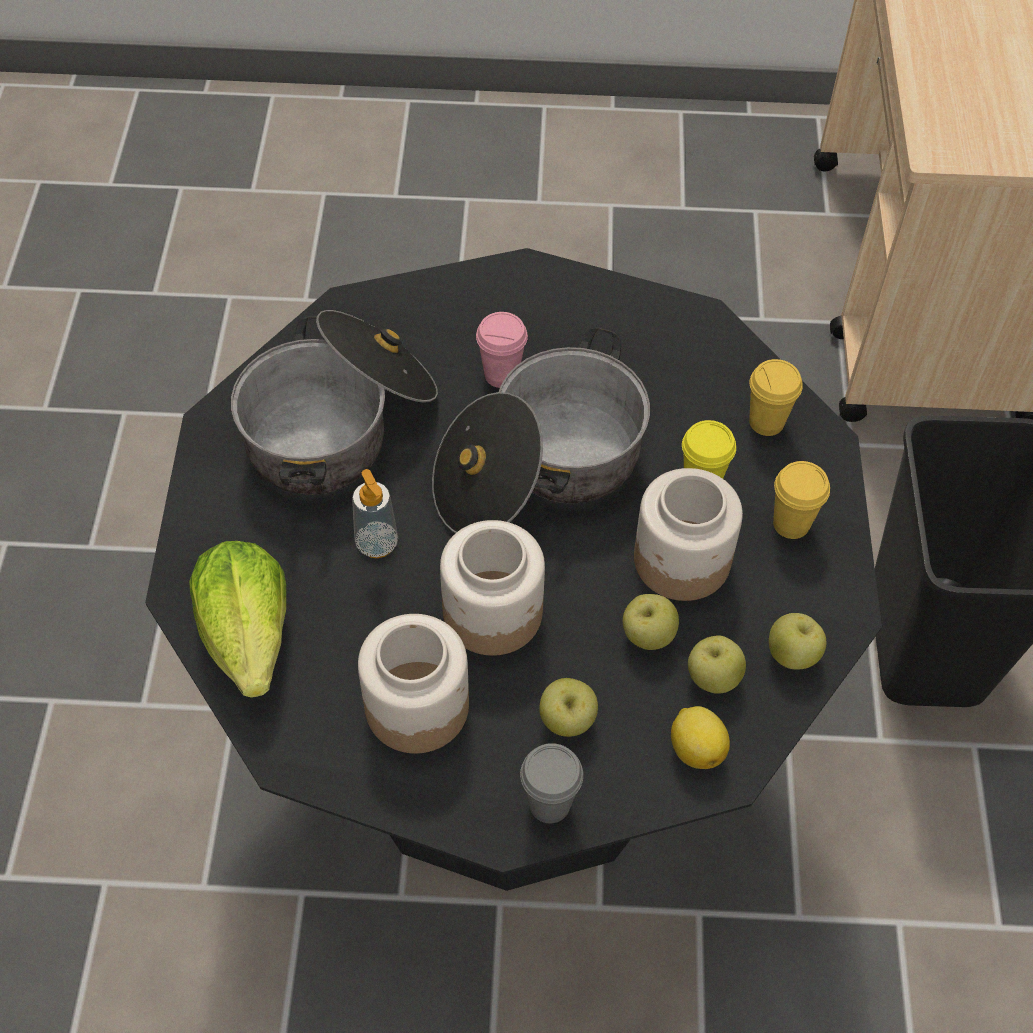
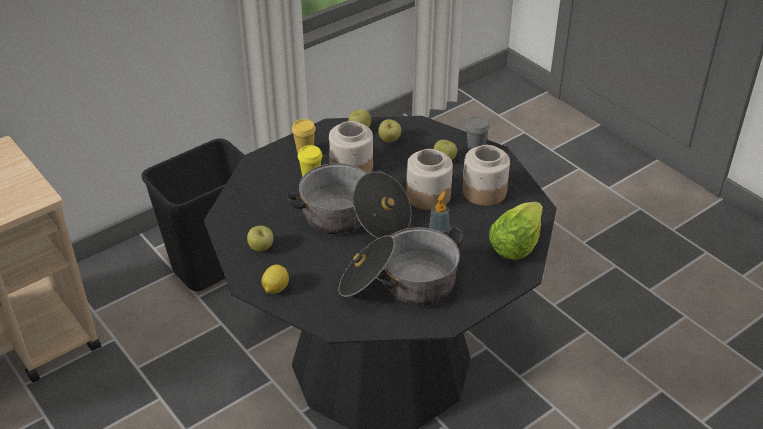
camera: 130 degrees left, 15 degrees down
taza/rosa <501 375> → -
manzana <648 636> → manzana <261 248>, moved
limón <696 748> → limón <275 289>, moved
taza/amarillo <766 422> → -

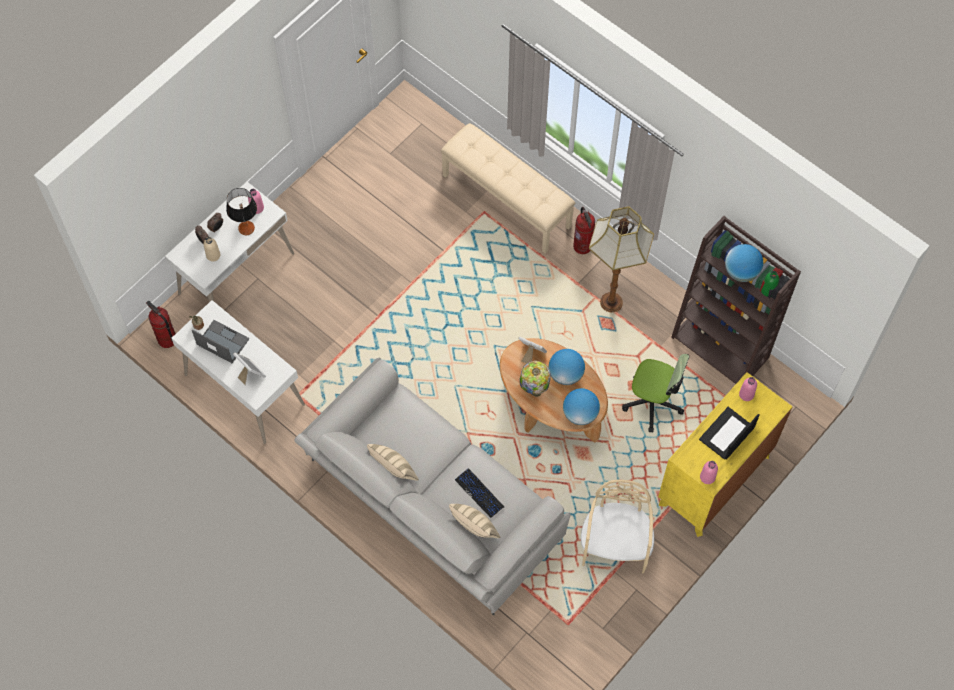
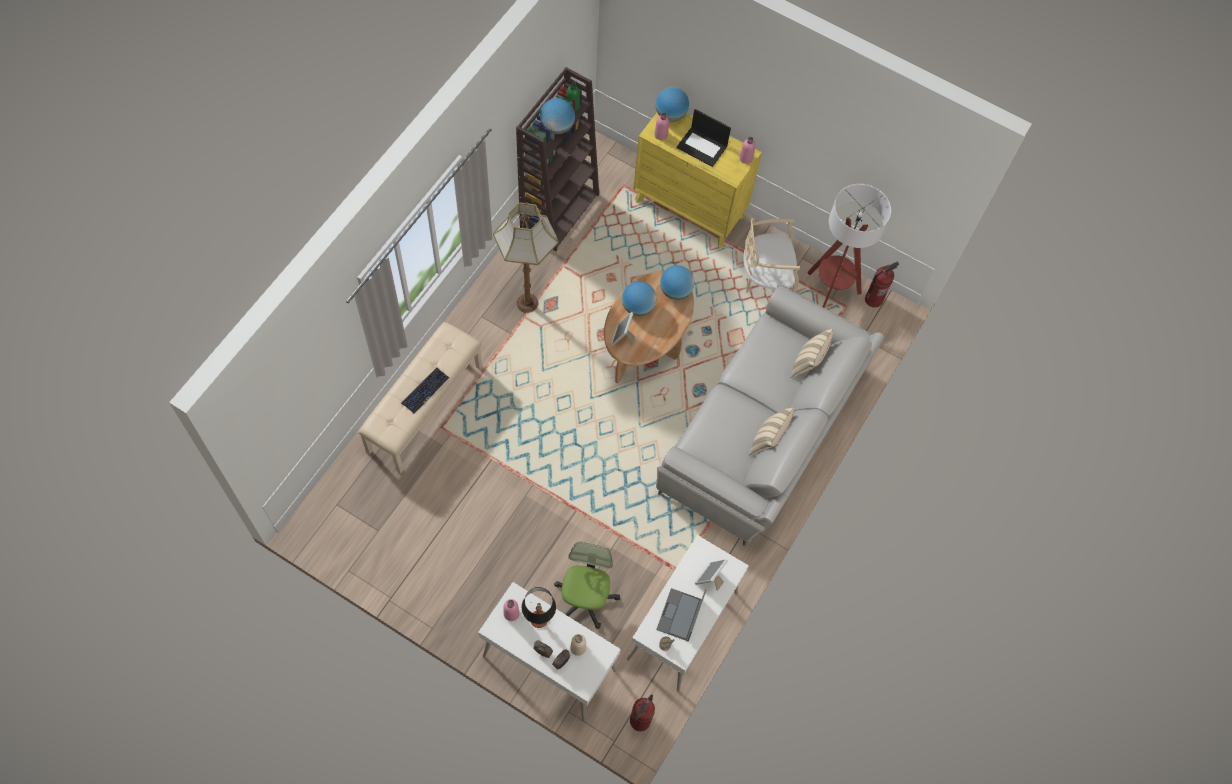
camera: 105 degrees left, 0 degrees up
teclado <479 493> → teclado <425 390>, moved
lámpara de mesa <534 390> → -
extintor <582 246> → extintor <873 300>, moved
silla de oficina <652 402> → silla de oficina <585 599>, moved
- → globo terráqueo <670 114>
- → lámpara de pie <828 295>

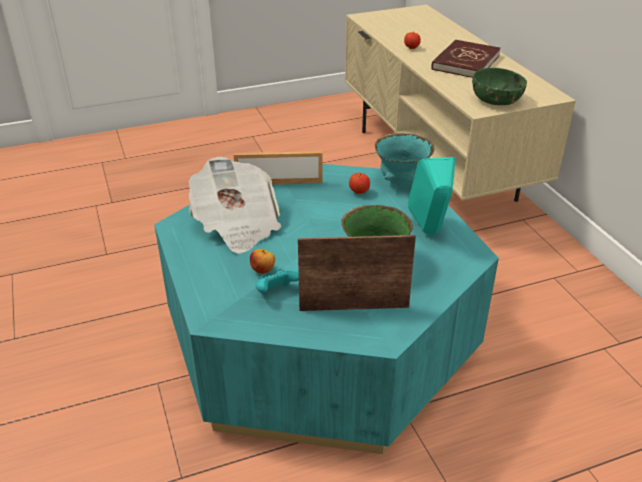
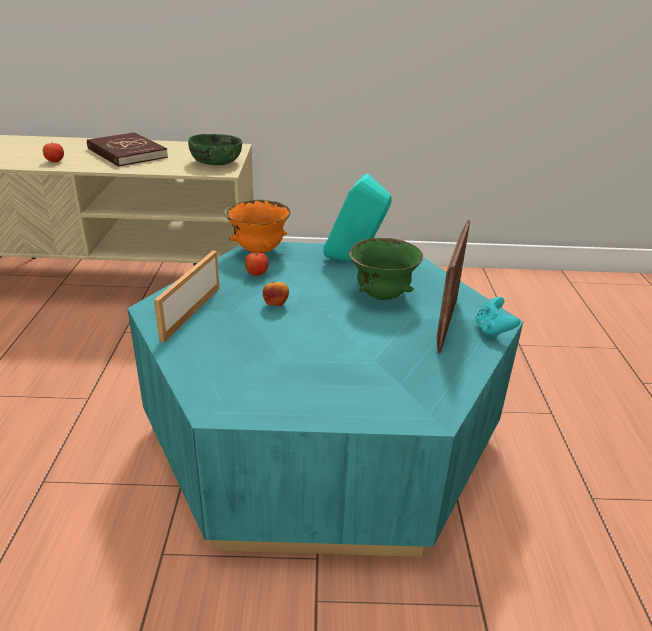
camera: 70 degrees left, 5 degrees down
periódico <236 225> → -
manzana <263 271> → manzana <276 305>, moved
mando de consola/turquesa <276 292> → mando de consola/turquesa <492 331>, moved
cuenco/turquesa <401 181> → cuenco/naranja <259 251>

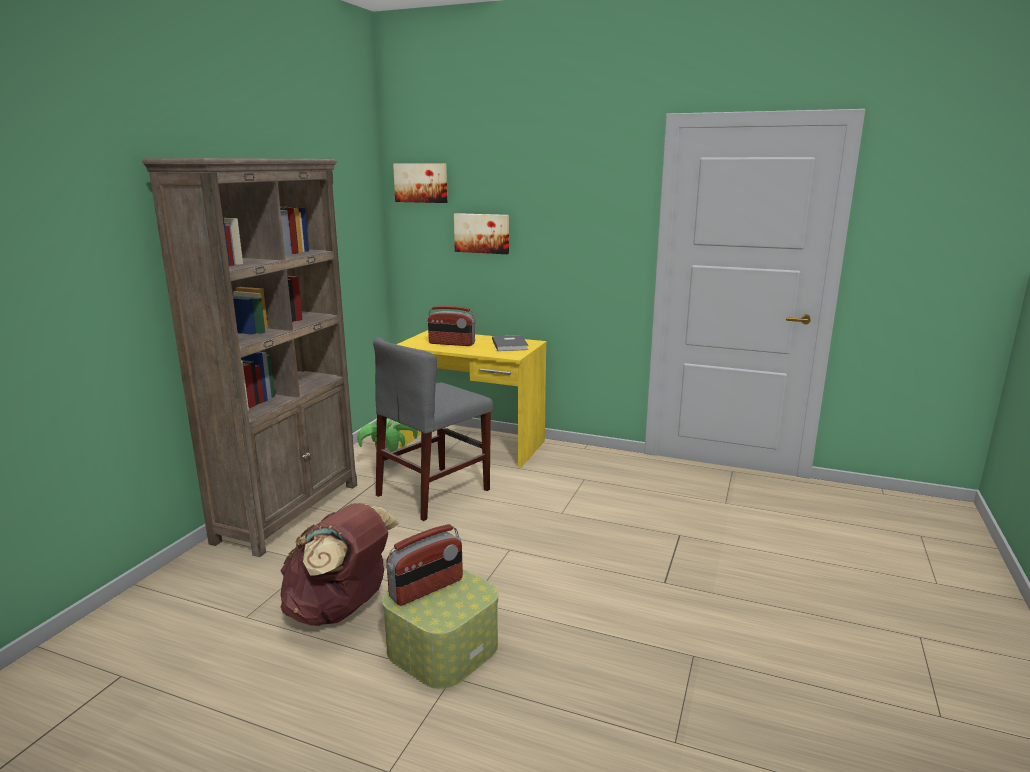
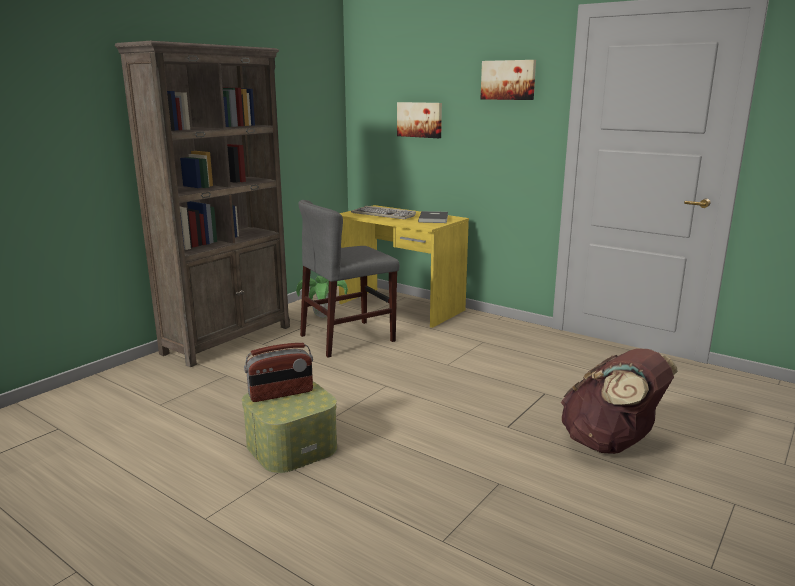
camera: 15 degrees right, 0 degrees up
mochila/marrón <340 610> → mochila/marrón <610 444>, moved
cuadro <421 183> → cuadro <508 80>, moved
radio <451 344> → teclado <384 215>

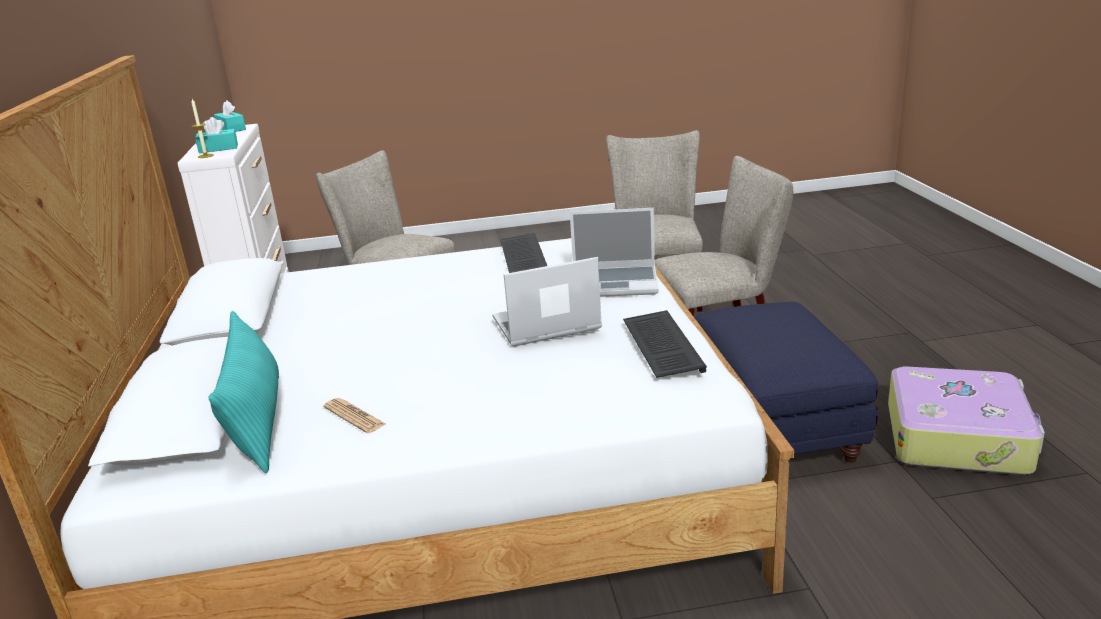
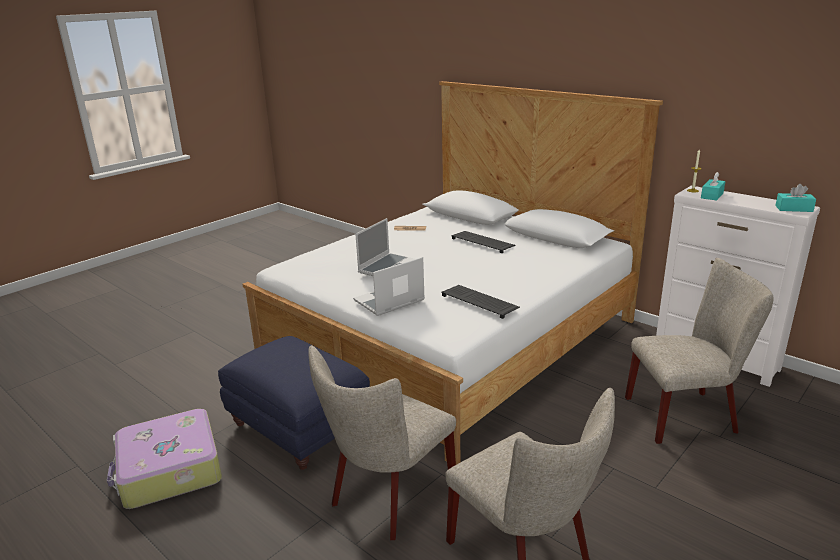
camera: 140 degrees right, 0 degrees up
cojín/turquesa <258 423> → -
teclado <660 345> → teclado <483 242>, moved

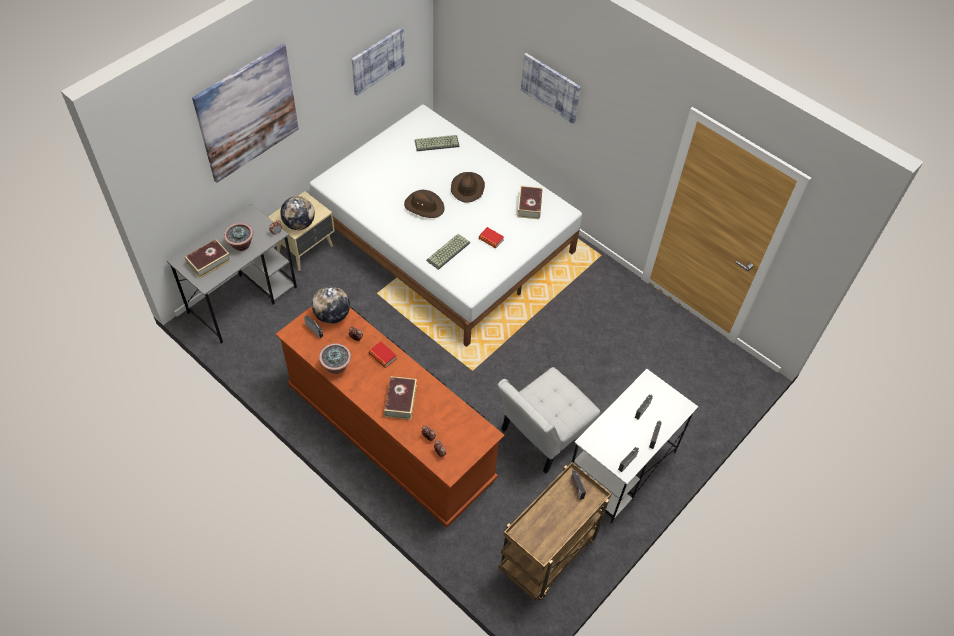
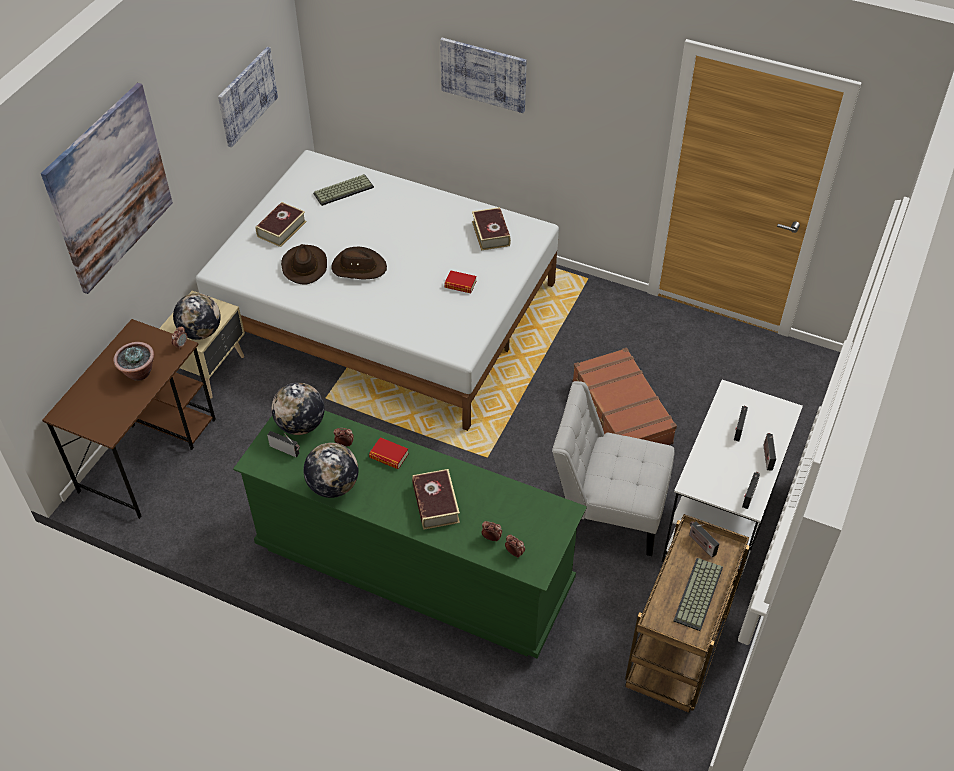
camera: 15 degrees left, 5 degrees down
escritorio/gris <243 299> → escritorio/marrón <149 454>
libro <209 262> → libro <281 229>, moved
cómoda/marrón <390 433> → cómoda/verde <414 565>
planta en maceta <336 366> → globo terráqueo <333 486>
teclado <448 252> → teclado <699 595>, moved
sombrero/marrón <467 188> → sombrero/marrón <304 266>, moved
silla/blanco <542 435> → silla/blanco <607 509>, 75 degrees clockwise
- → maleta/marrón <620 413>

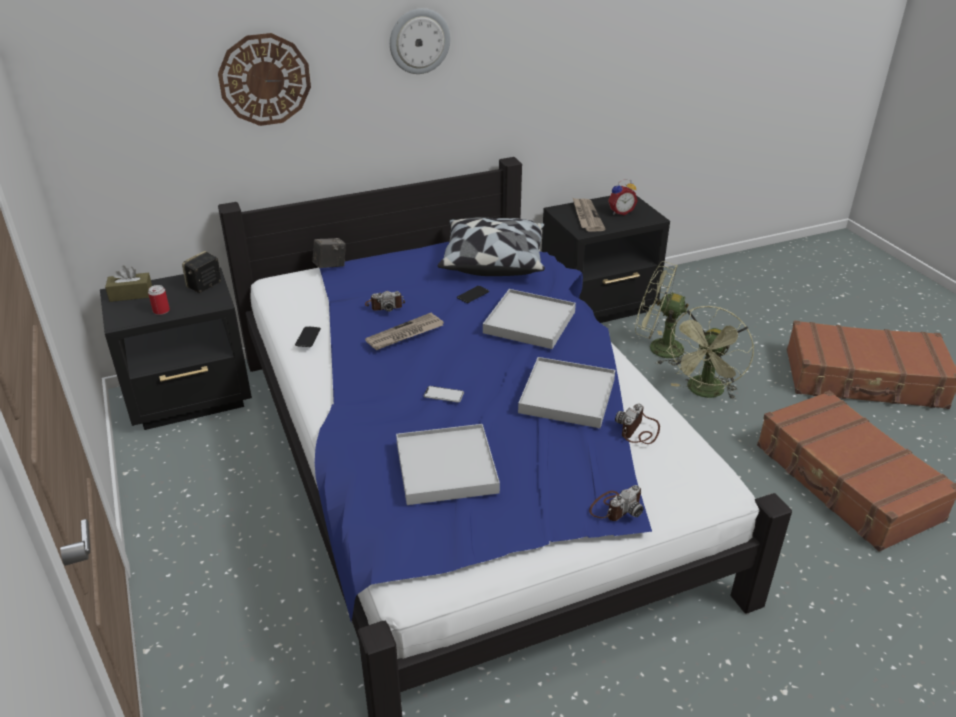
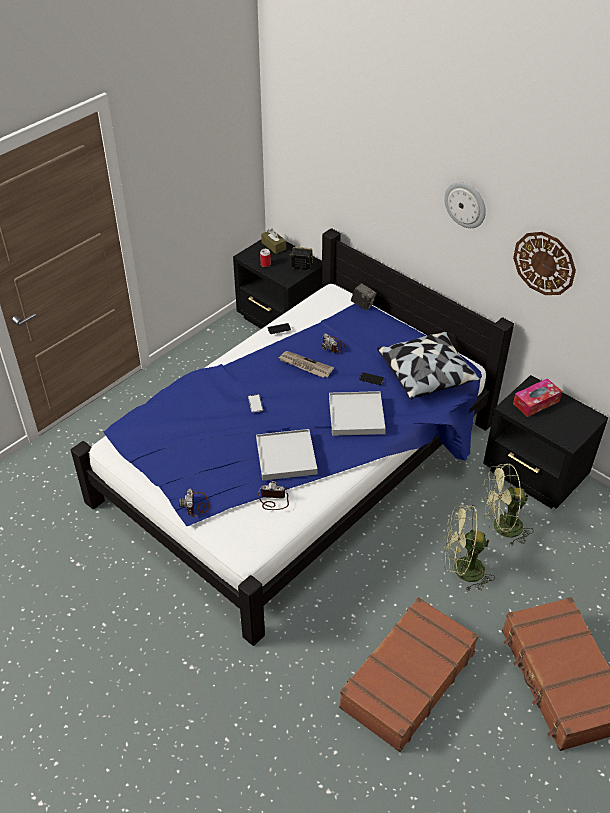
camera: 65 degrees right, 10 degrees up
reloj de pared <265 79> → reloj de pared <544 263>, moved
bandeja/blanco <446 468> → -
periódico <586 216> → caja de pañuelos <536 402>
cámara <615 507> → cámara <196 505>, 60 degrees clockwise
despertador <620 212> → -
ventilador/verde <657 348> → ventilador/verde <501 527>, 90 degrees counterclockwise

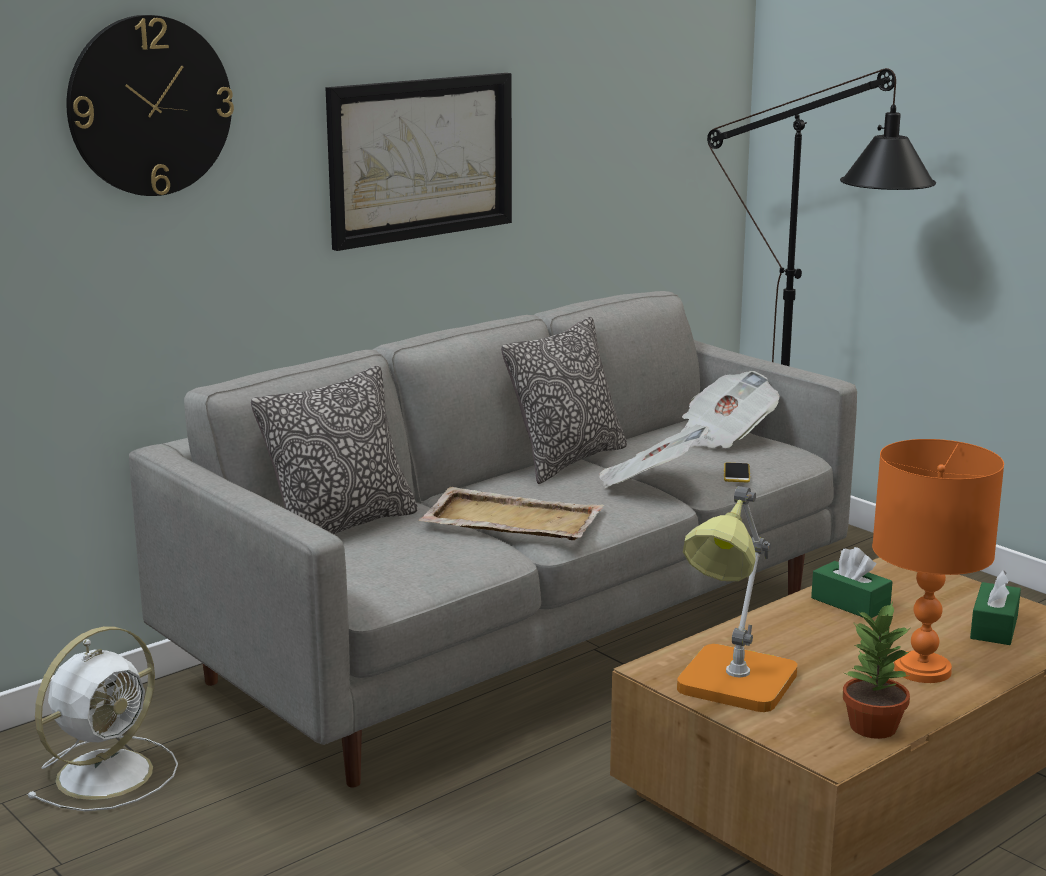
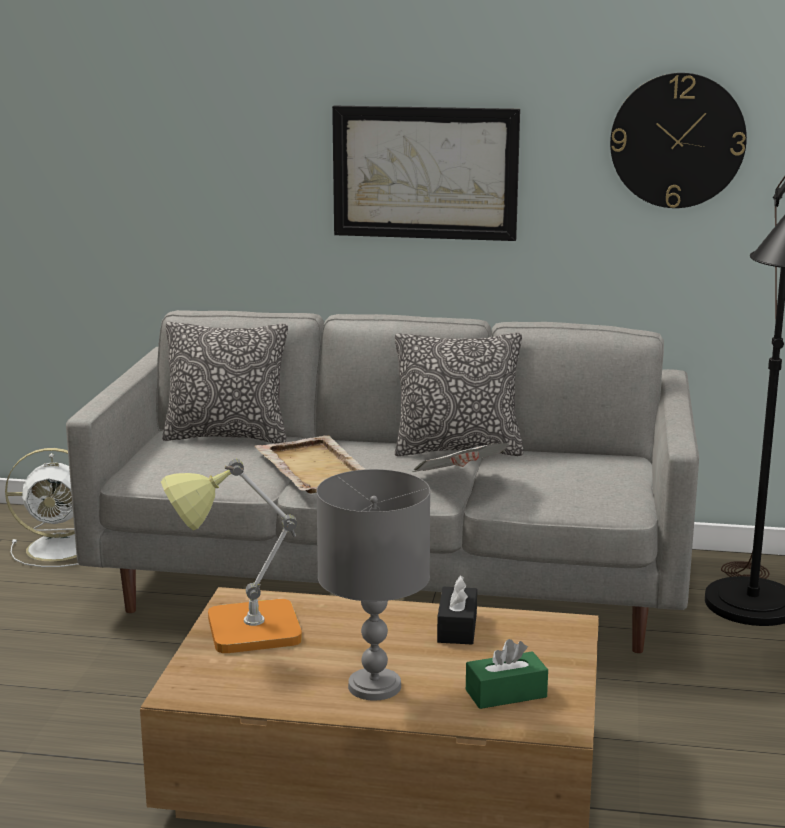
camera: 50 degrees right, 0 degrees up
reloj de pared <150 106> → reloj de pared <677 141>, moved
periódico <723 437> → -
móvil <736 473> → -
caja de pañuelos/verde <850 603> → caja de pañuelos/negro <457 628>
planta en maceta <872 727> → -
lámpara de mesa/naranja <921 670> → lámpara de mesa/gris <373 686>

